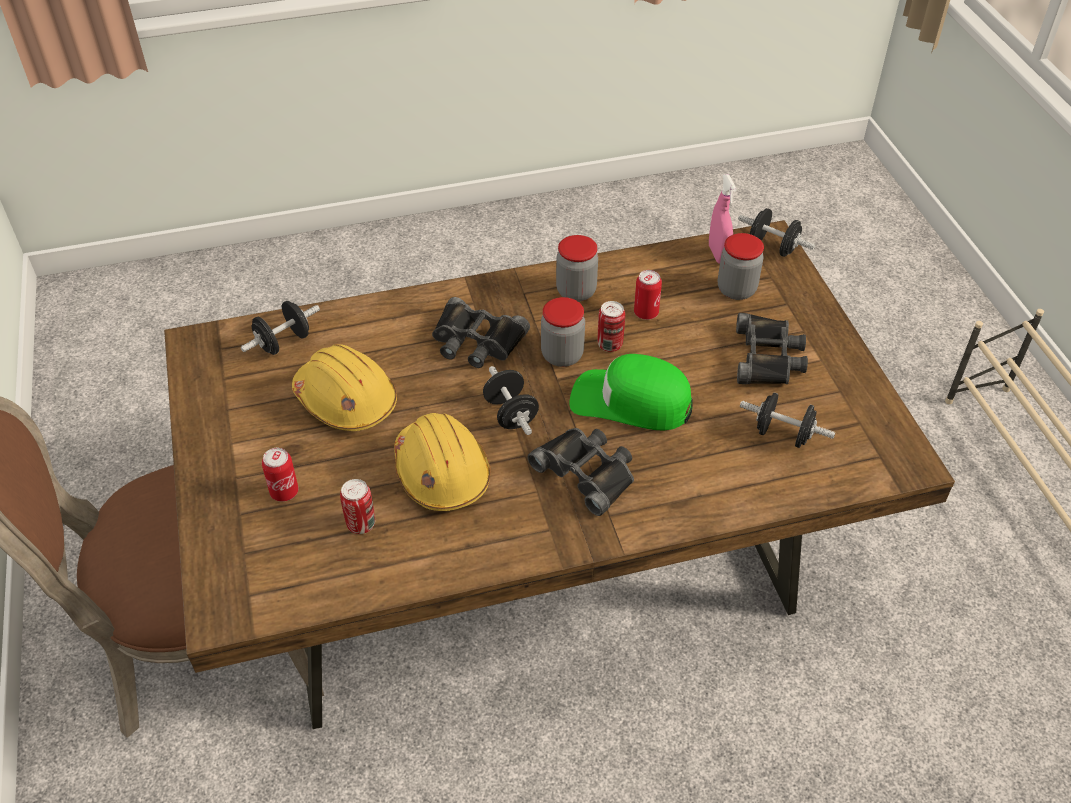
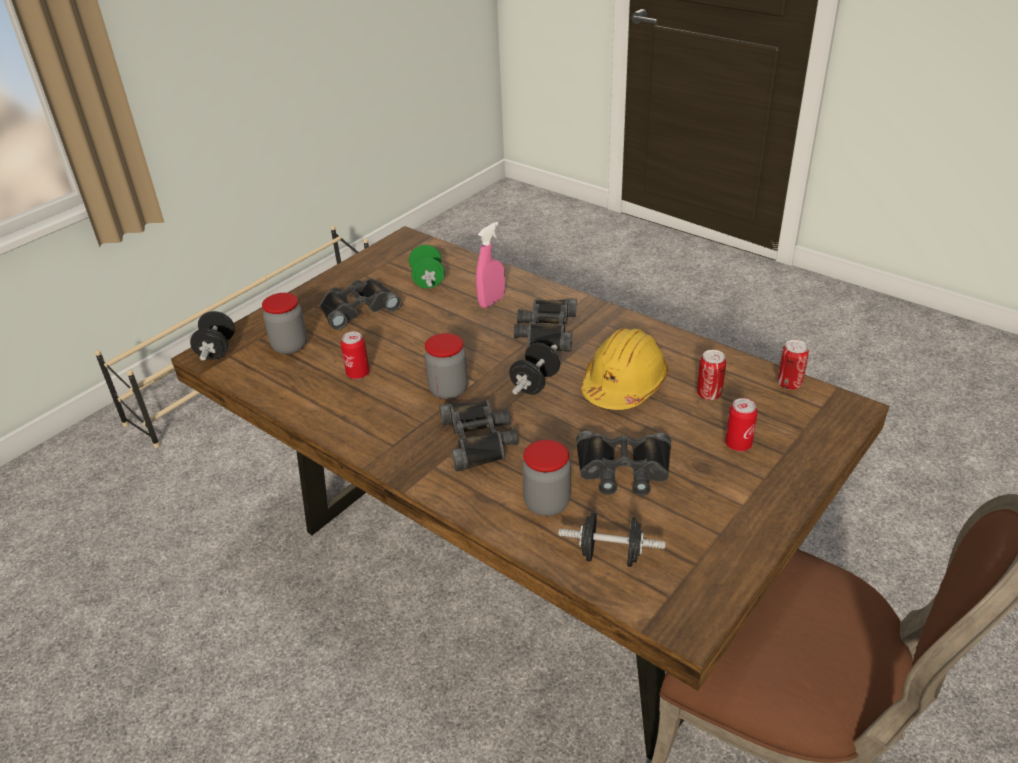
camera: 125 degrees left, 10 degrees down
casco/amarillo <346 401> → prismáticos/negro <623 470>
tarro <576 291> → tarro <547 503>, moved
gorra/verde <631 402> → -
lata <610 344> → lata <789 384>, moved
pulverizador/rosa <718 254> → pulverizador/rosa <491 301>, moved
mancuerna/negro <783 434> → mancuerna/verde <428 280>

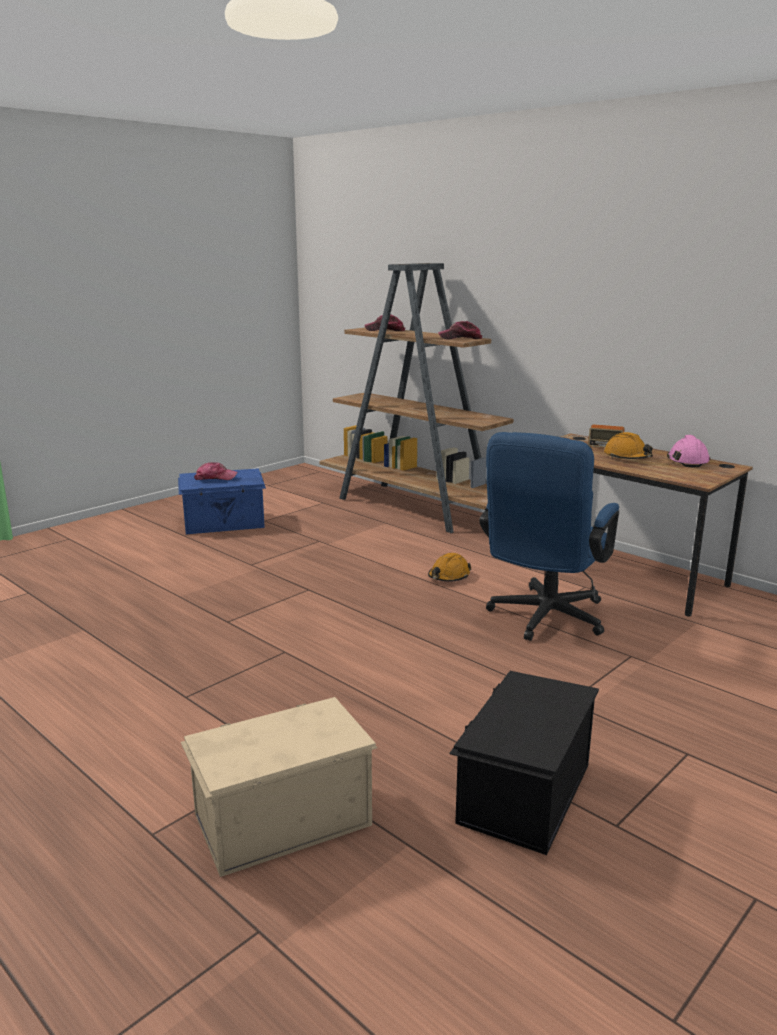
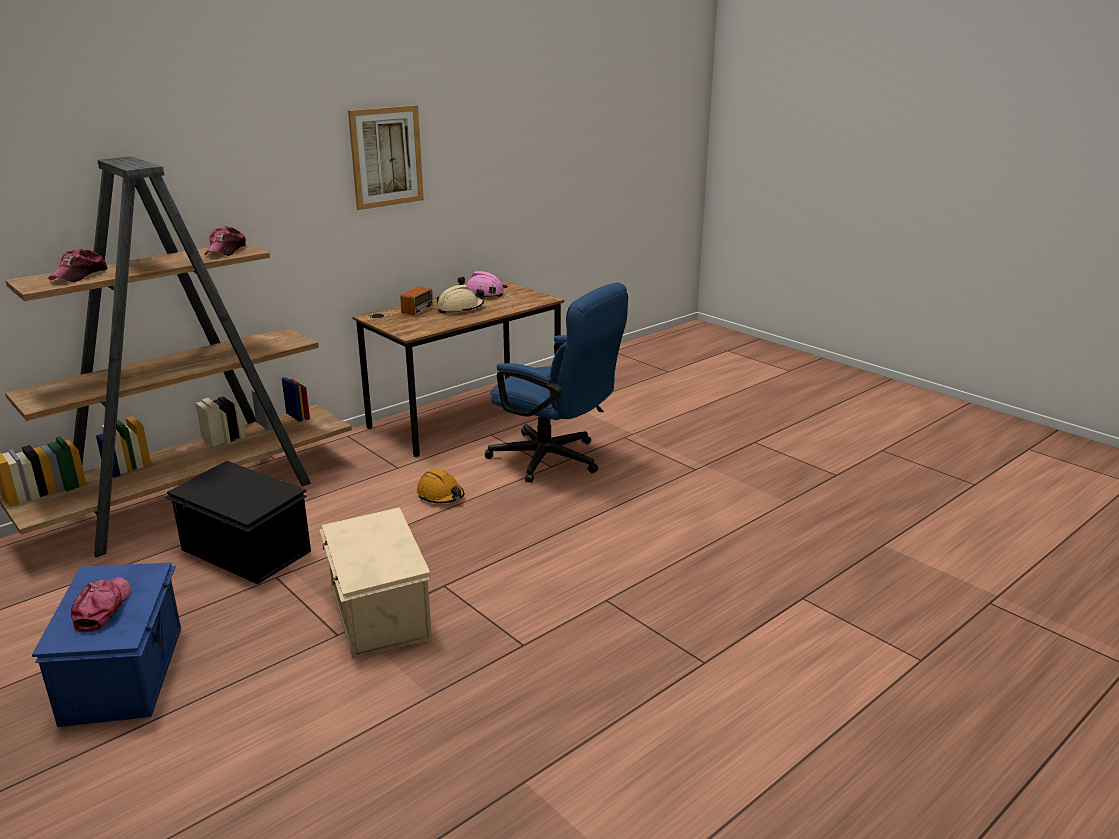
camera: 85 degrees left, 5 degrees up
caja de almacenaje/beis <281 818> → caja de almacenaje/beis <377 613>, moved
caja de almacenaje/negro <522 793> → caja de almacenaje/negro <245 551>, moved
casco/naranja <627 457> → casco/beis <460 308>
- → cuadro <386 157>

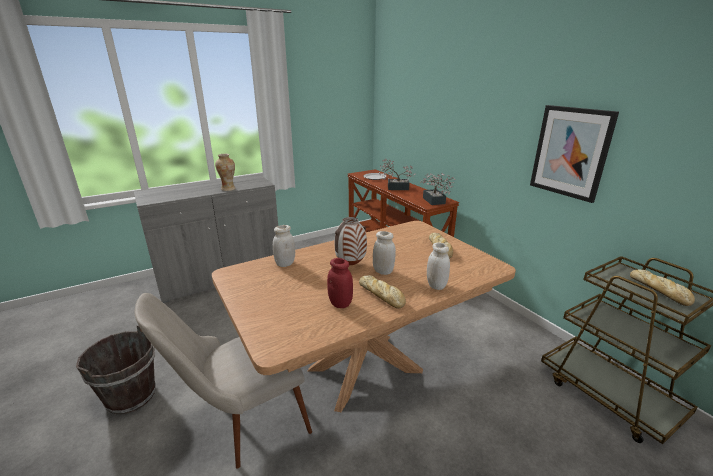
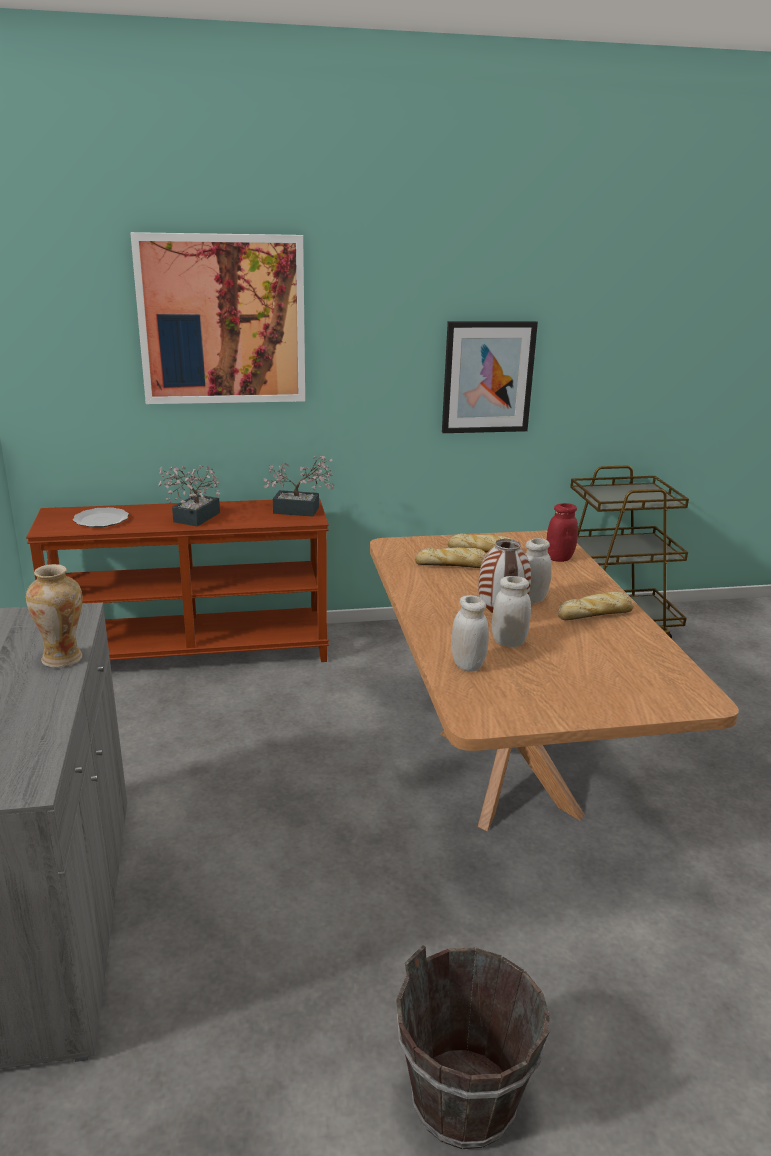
camera: 70 degrees left, 0 degrees up
silla/beis <243 424> → -
tarro/rojo <340 303> → tarro/rojo <559 558>, moved
tarro/blanco <436 285> → tarro/blanco <508 642>, moved
pan <660 291> → pan <454 565>, moved
- → cuadro <222 320>

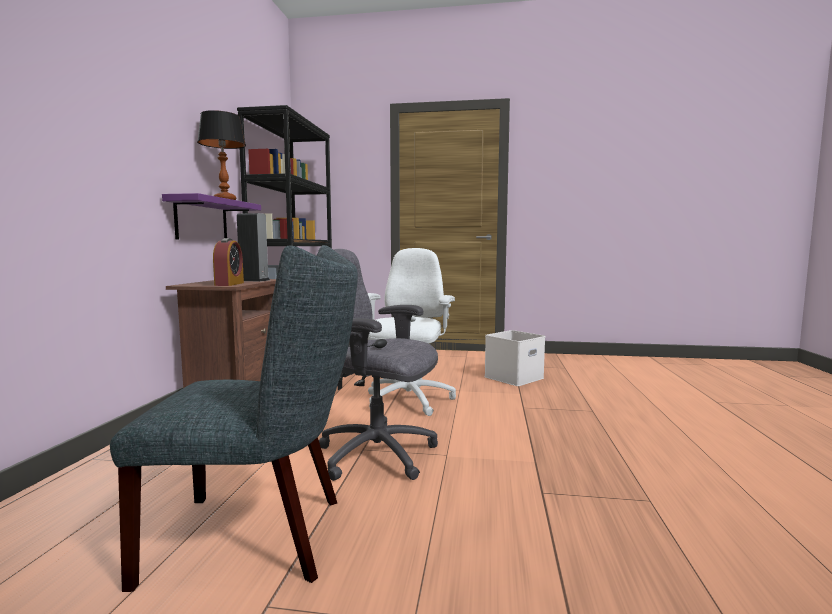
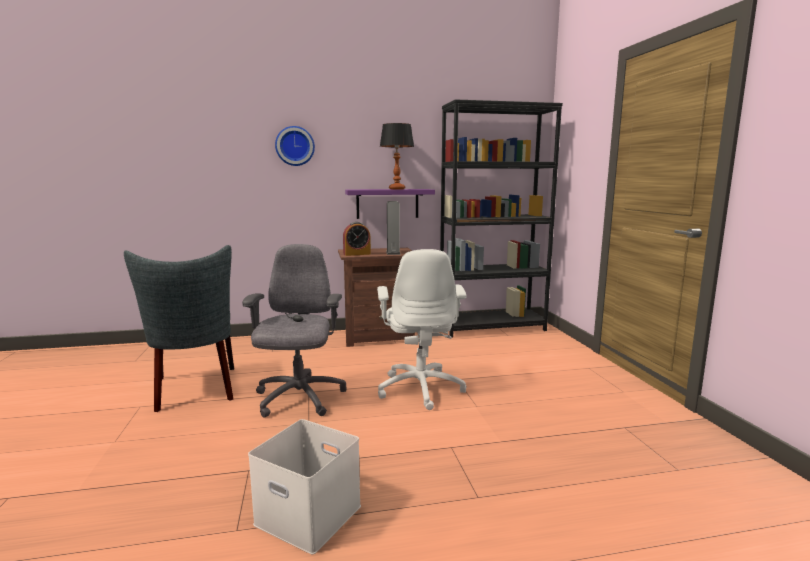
camera: 70 degrees right, 5 degrees up
silla de oficina/blanco <408 401> → silla de oficina/blanco <421 388>, 90 degrees clockwise
caja de almacenaje/blanco <514 378> → caja de almacenaje/blanco <306 515>, moved
- → reloj de pared <295 146>

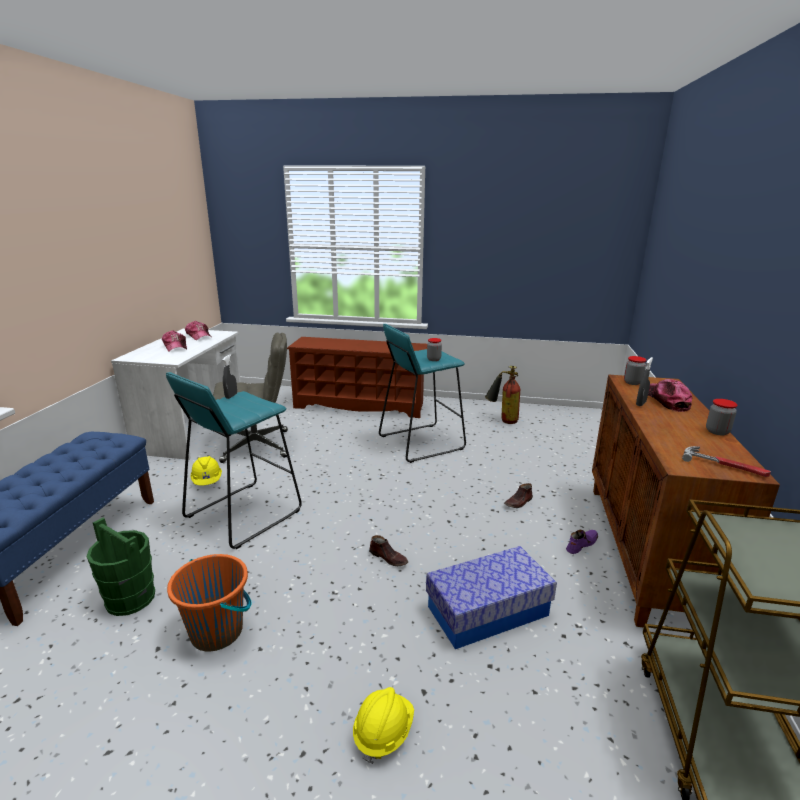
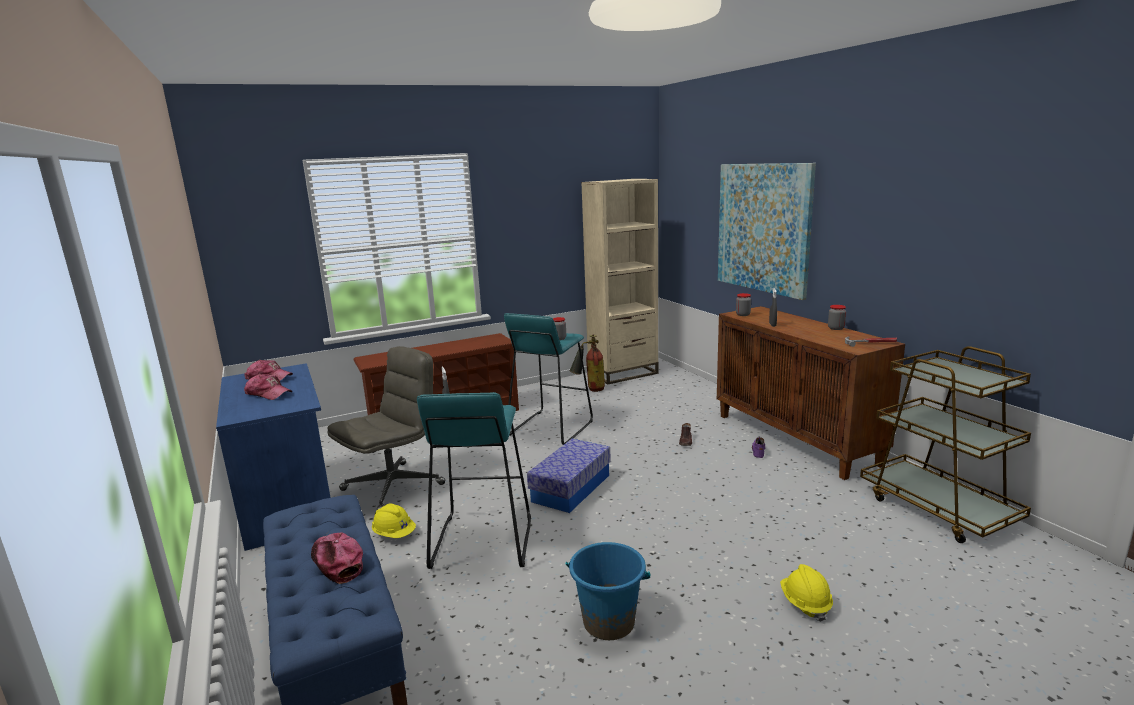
camera: 35 degrees left, 5 degrees down
cubo/verde <130 599> → -
escritorio/blanco <194 431> → escritorio/azul <288 501>
cubo/naranja <217 631> → cubo/azul <609 622>
zapato/marrón <389 558> → -
caja de almacenaje <488 611> → caja de almacenaje <571 488>, moved
gorra <666 400> → gorra <336 562>, moved
- → estantería/beis <623 373>
- → cuadro <763 228>

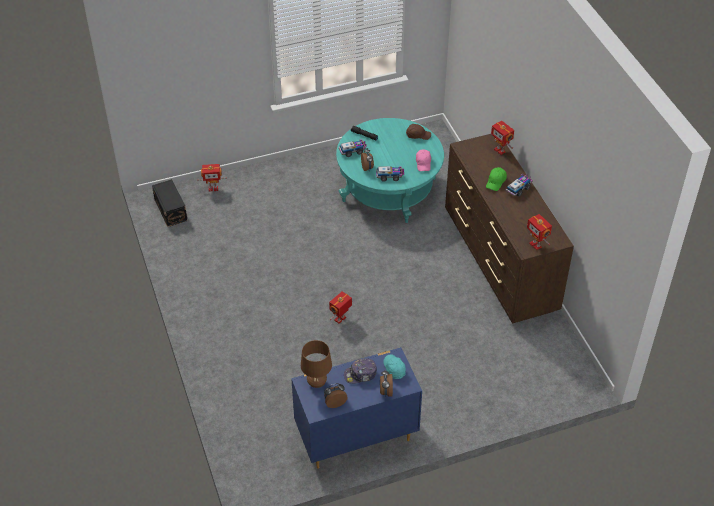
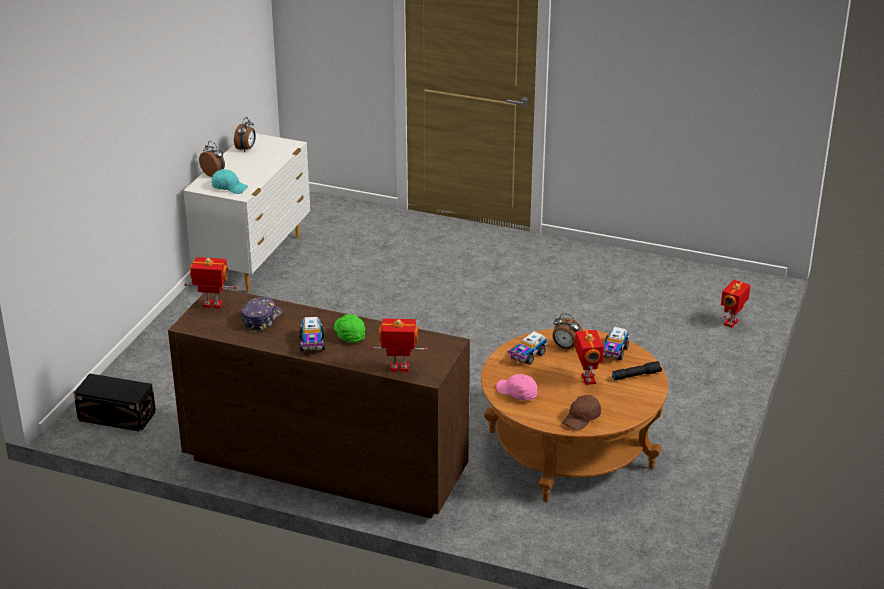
camera: 130 degrees right, 15 degrees down
caja de almacenaje/negro <171 209> → caja de almacenaje/negro <117 417>, moved
cómoda/azul <355 437> → cómoda/blanco <254 259>
lámpara de mesa/marrón <317 383> → -
robot de juguete <340 319> → robot de juguete <587 379>, moved
mesa de centro/turquesa <389 190> → mesa de centro/marrón <570 449>
gorra <360 374> → gorra <261 319>, moved

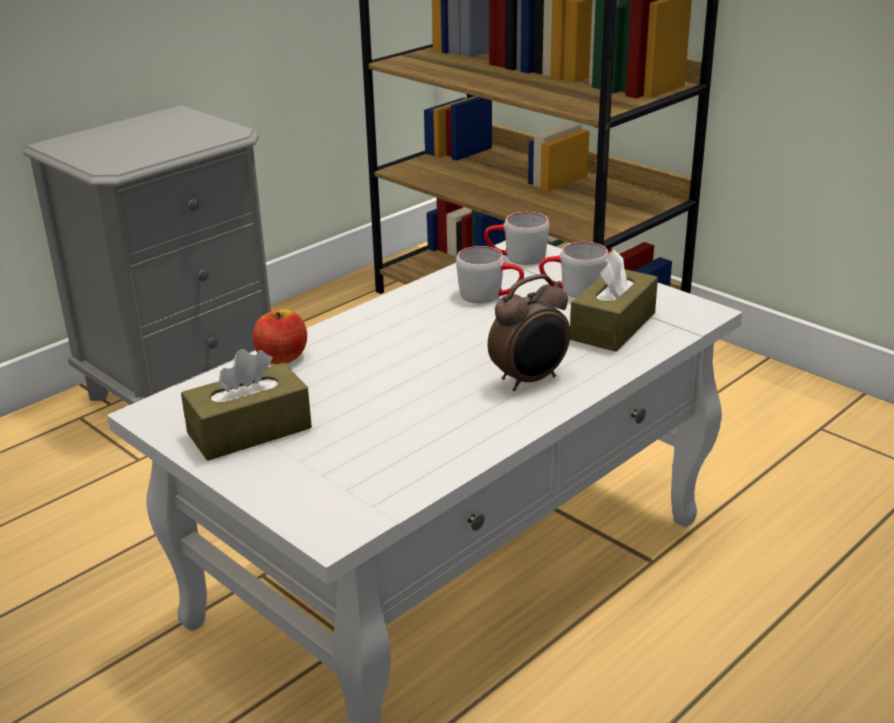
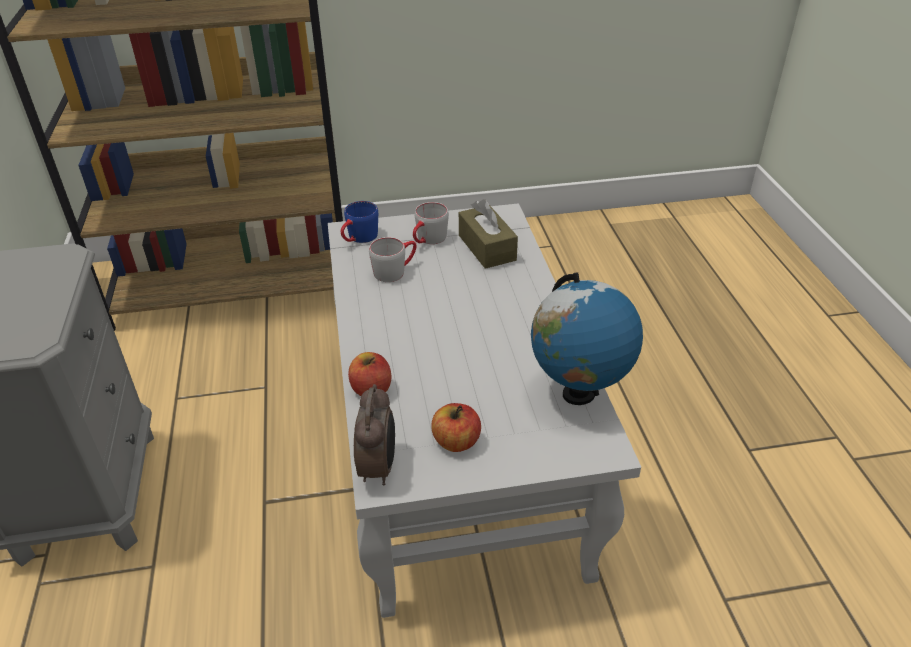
camera: 55 degrees left, 10 degrees up
caja de pañuelos/marrón <249 430> → manzana <456 441>
taza grande/gris <516 257> → taza grande/azul <359 238>
despertador <530 380> → despertador <379 467>, moved
- → globo terráqueo <578 394>

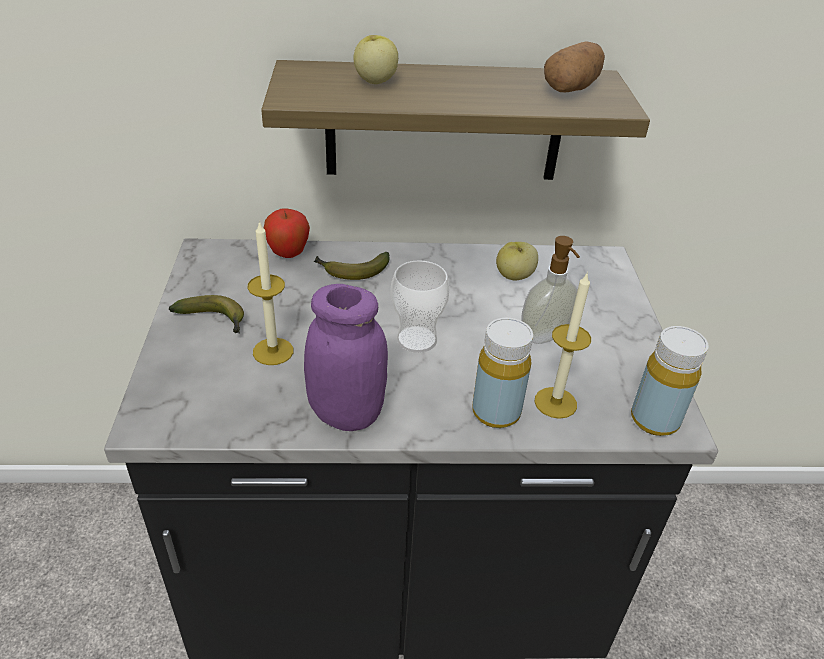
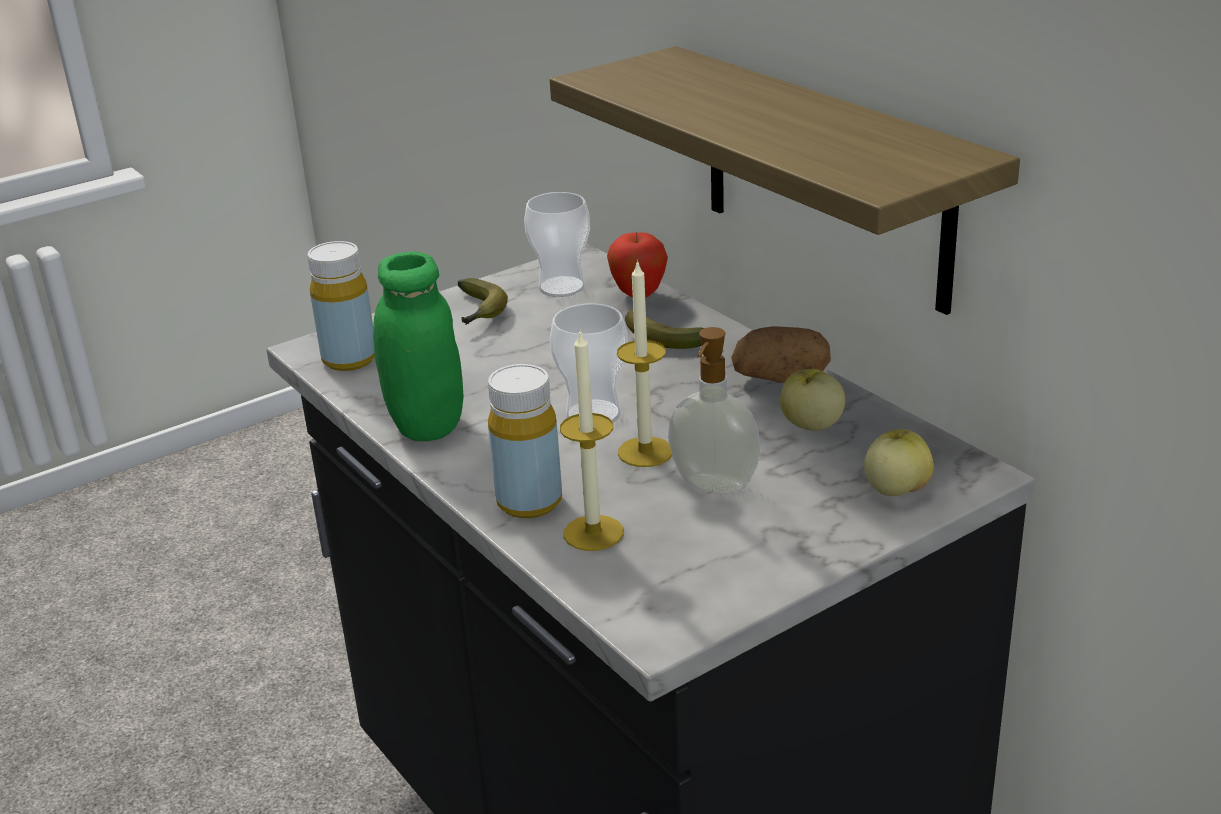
camera: 60 degrees right, 10 degrees down
vela <273 351> → vela <645 452>, moved
tarro/morado <346 414> → tarro/verde <426 425>
manzana <375 82> → manzana <896 490>, moved
patata <571 89> → patata <781 378>, moved
botella/amarillo <654 420> → botella/amarillo <349 359>, moved
- → taza <561 287>

